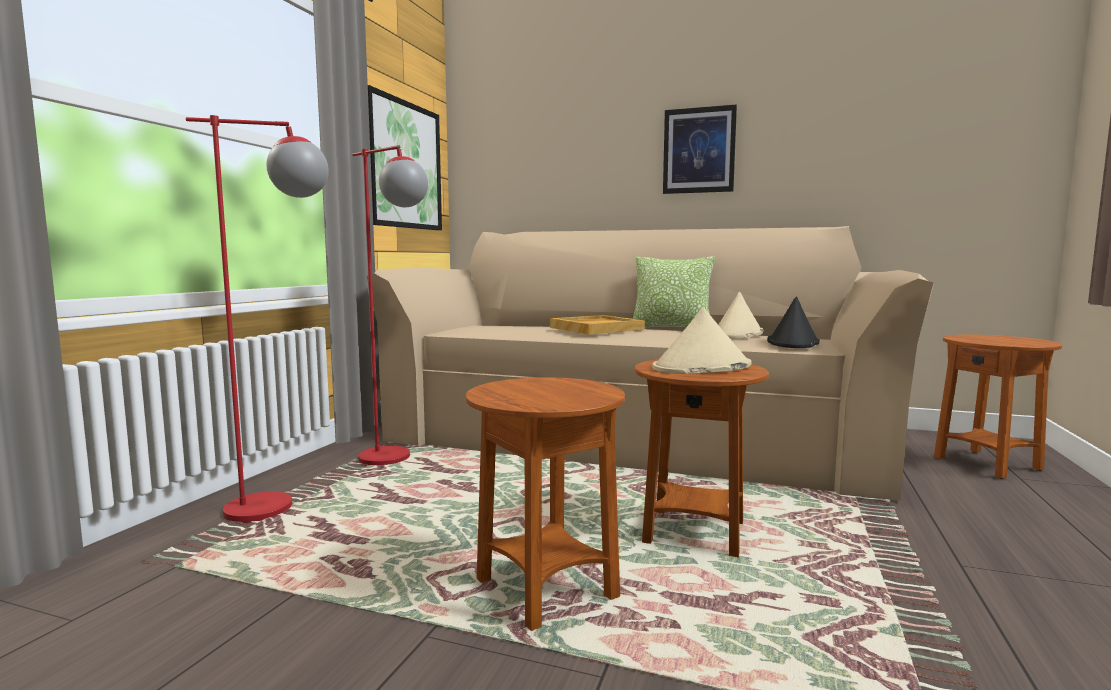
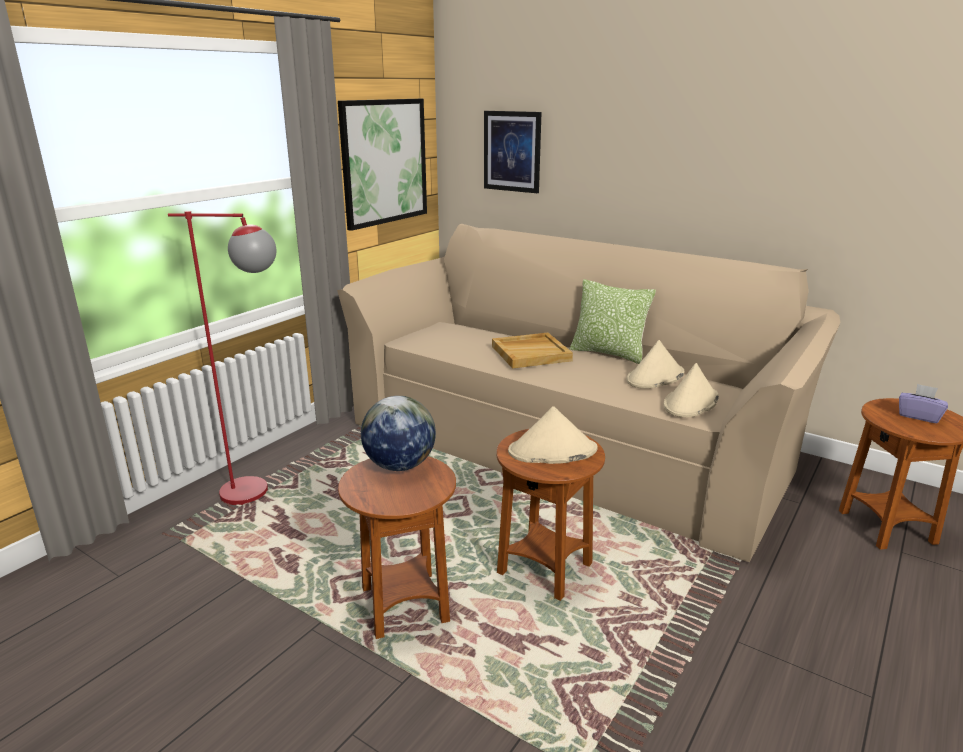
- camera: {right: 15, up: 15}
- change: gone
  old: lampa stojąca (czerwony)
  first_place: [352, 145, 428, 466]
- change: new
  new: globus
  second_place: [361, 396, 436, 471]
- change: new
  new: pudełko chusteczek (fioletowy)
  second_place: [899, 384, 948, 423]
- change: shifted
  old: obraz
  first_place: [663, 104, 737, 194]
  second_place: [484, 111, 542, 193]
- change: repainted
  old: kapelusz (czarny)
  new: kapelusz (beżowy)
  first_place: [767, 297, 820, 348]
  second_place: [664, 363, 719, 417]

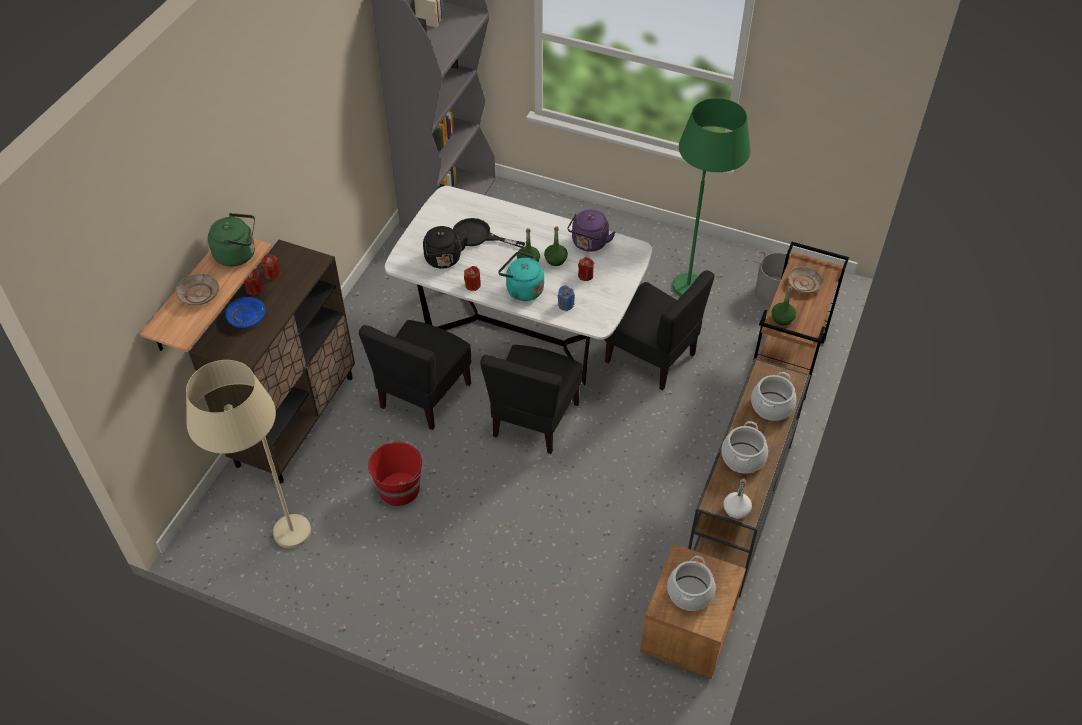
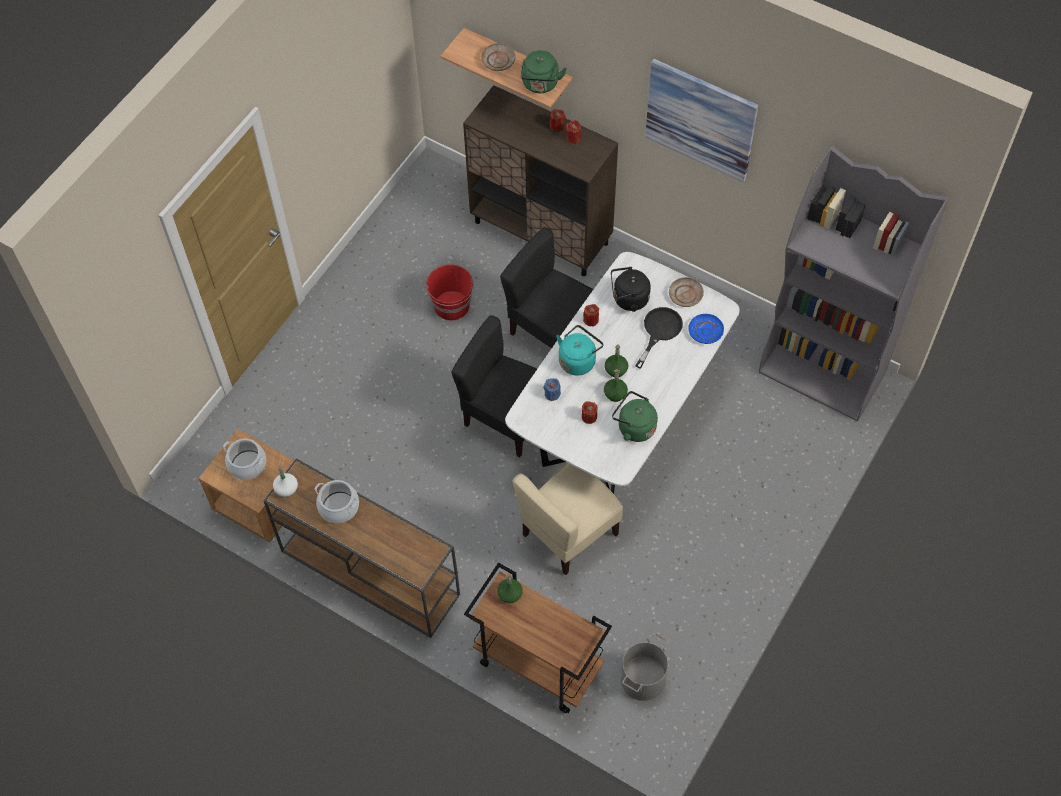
- camera: {right: 100, up: 10}
- change: gone
  old: lampa stojąca (beżowy)
  first_place: [186, 360, 311, 548]
- change: gone
  old: lampa stojąca (zielony)
  first_place: [673, 98, 751, 296]
- change: gone
  old: garnek
  first_place: [751, 372, 796, 421]
- change: new
  new: obraz
  second_place: [645, 59, 759, 183]
- change: shifted
  old: talerz (niebieski)
  first_place: [225, 297, 265, 328]
  second_place: [688, 314, 724, 344]
- change: shifted
  old: talerz (beżowy)
  first_place: [787, 267, 823, 294]
  second_place: [669, 277, 704, 307]
- change: repainted
  old: czajnik (fioletowy)
  new: czajnik (zielony)
  first_place: [567, 210, 616, 252]
  second_place: [612, 391, 658, 442]
- change: repainted
  old: krzesło (czarny)
  new: krzesło (beżowy)
  first_place: [605, 270, 715, 391]
  second_place: [512, 463, 623, 575]

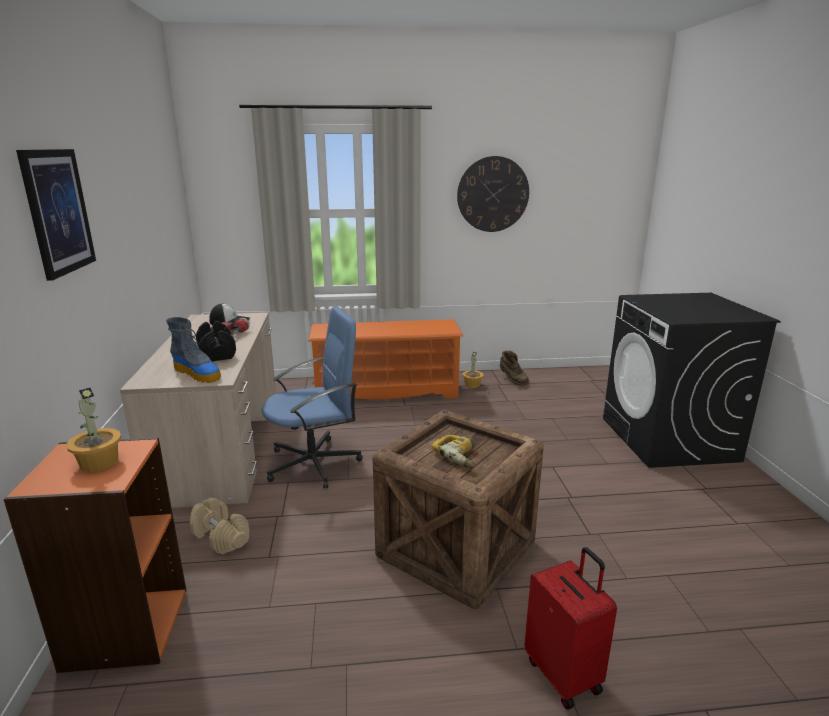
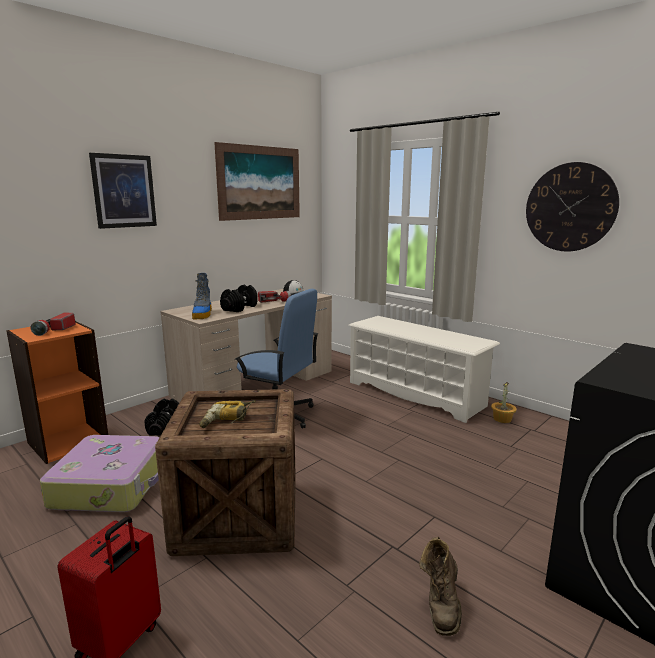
- camera: {right: 50, up: -5}
- change: new
  new: walizka
  second_place: [40, 435, 160, 512]
- change: new
  new: obraz
  second_place: [214, 142, 300, 221]
- change: shifted
  old: but z cholewką (brązowy)
  first_place: [500, 350, 530, 386]
  second_place: [419, 537, 462, 636]
- change: swapped
  old: roślina doniczkowa
  new: latarka
  first_place: [66, 388, 122, 472]
  second_place: [31, 312, 76, 336]
- change: repainted
  old: hantel (beżowy)
  new: hantel (czarny)
  first_place: [190, 498, 249, 554]
  second_place: [144, 399, 179, 436]
- change: repainted
  old: regał na buty (pomarańczowy)
  new: regał na buty (biały)
  first_place: [308, 319, 464, 399]
  second_place: [349, 316, 500, 423]

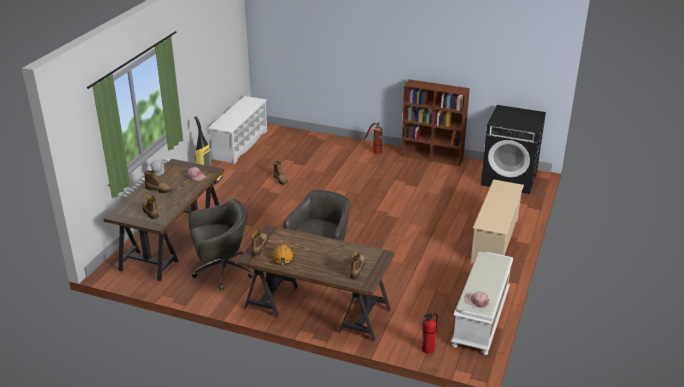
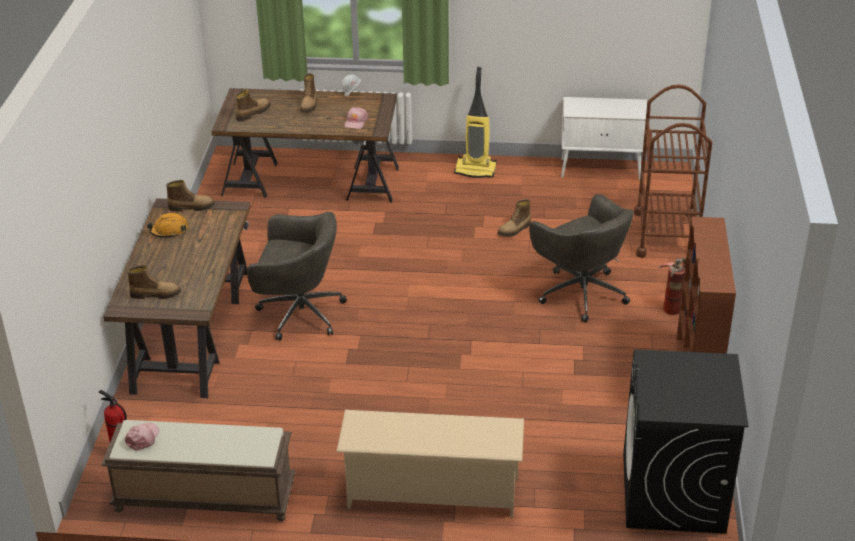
- camera: {right: 75, up: 5}
- change: new
  new: wózek (brązowy)
  second_place: [634, 85, 712, 258]
- change: shifted
  old: krzesło biurowe (szary)
  first_place: [189, 199, 253, 291]
  second_place: [529, 194, 634, 323]
- change: swapped
  old: regał na buty (biały)
  new: szafka (biały)
  first_place: [207, 96, 267, 164]
  second_place: [561, 97, 647, 181]
- change: repainted
  old: ławka (biały)
  new: ławka (brązowy)
  first_place: [451, 252, 513, 355]
  second_place: [101, 420, 295, 521]

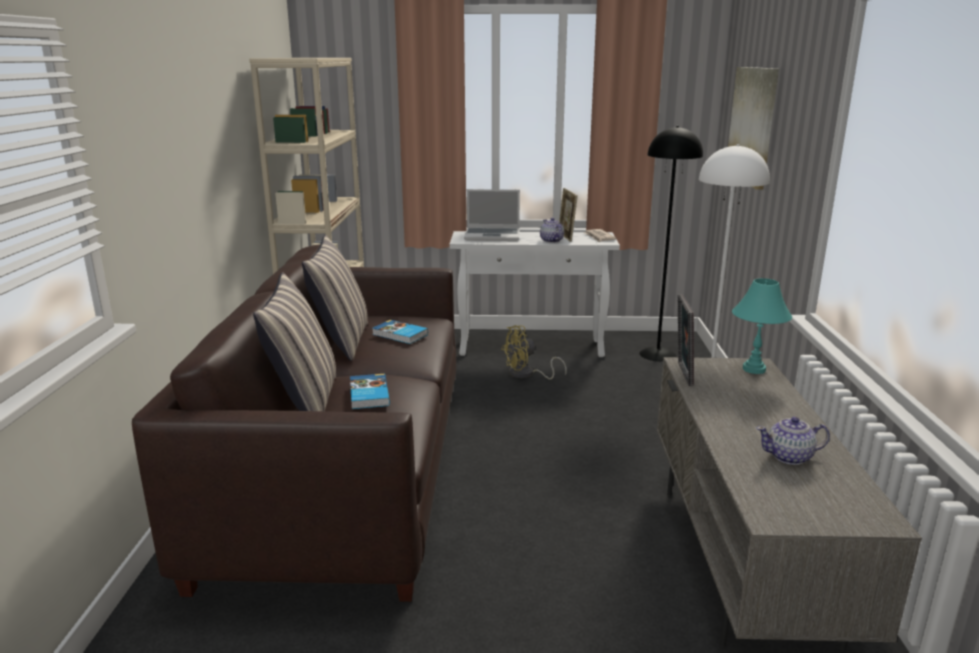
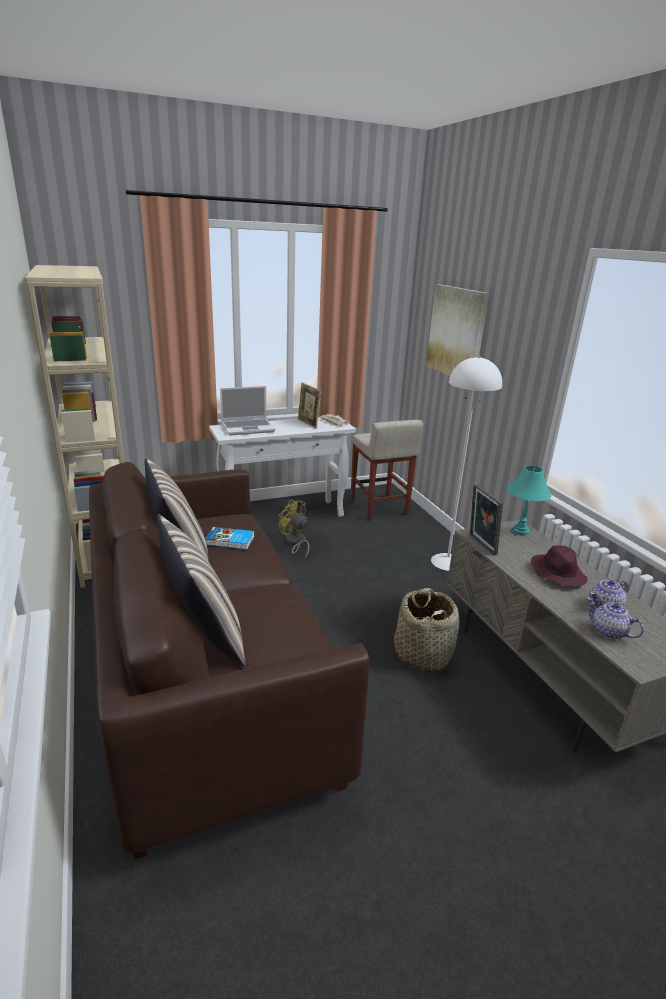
- camera: {right: -25, up: 5}
- change: gone
  old: książka
  first_place: [350, 374, 390, 409]
- change: new
  new: koszyk
  second_place: [394, 588, 459, 672]
- change: new
  new: kapelusz (fioletowy)
  second_place: [531, 545, 588, 586]
- change: shifted
  old: imbryk
  first_place: [540, 218, 564, 243]
  second_place: [586, 597, 644, 639]
- change: swapped
  old: lampa stojąca (czarny)
  new: stołek (beżowy)
  first_place: [639, 126, 703, 362]
  second_place: [350, 420, 423, 520]
- change: rotated
  old: wentylator (żółty)
  first_place: [501, 325, 567, 379]
  second_place: [279, 499, 309, 559]
  degrees: 90

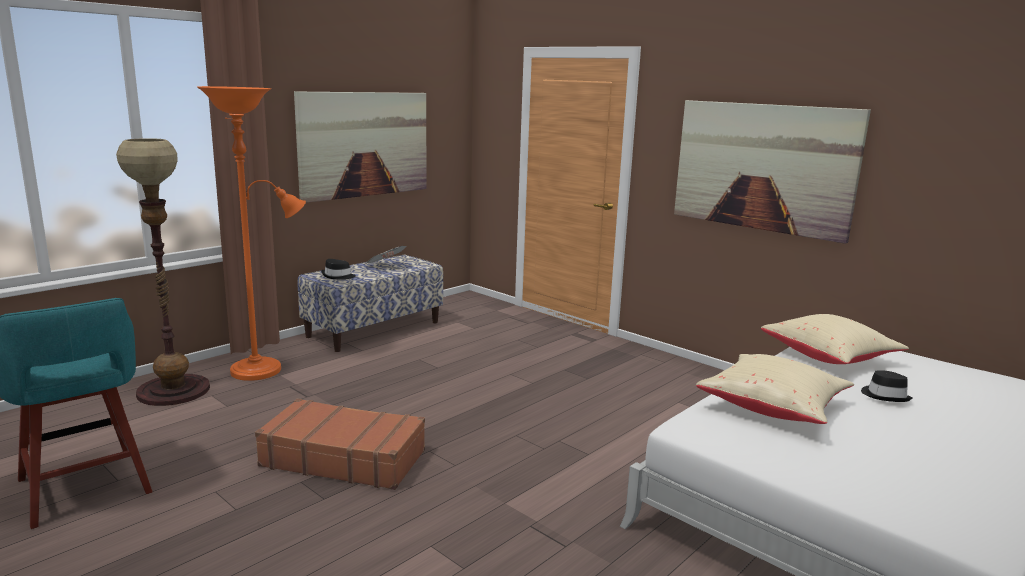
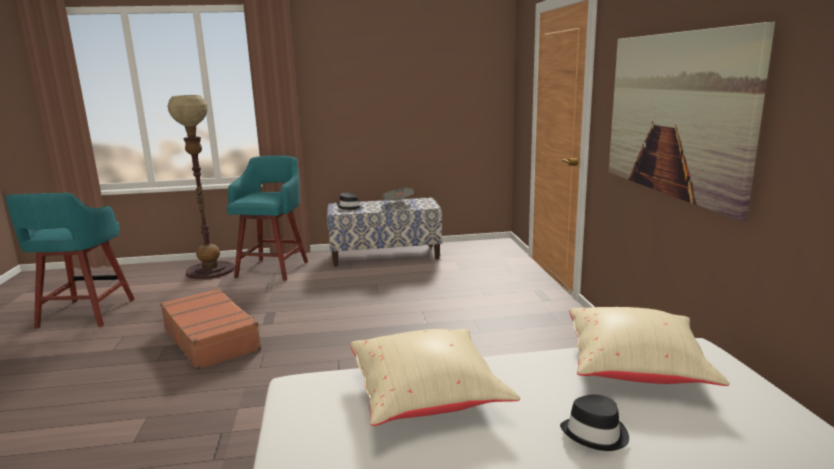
- camera: {right: 40, up: 0}
- change: gone
  old: obraz
  first_place: [294, 91, 426, 203]
- change: swapped
  old: lampa stojąca (pomarańczowy)
  new: stołek (turkusowy)
  first_place: [197, 86, 306, 381]
  second_place: [227, 155, 308, 281]

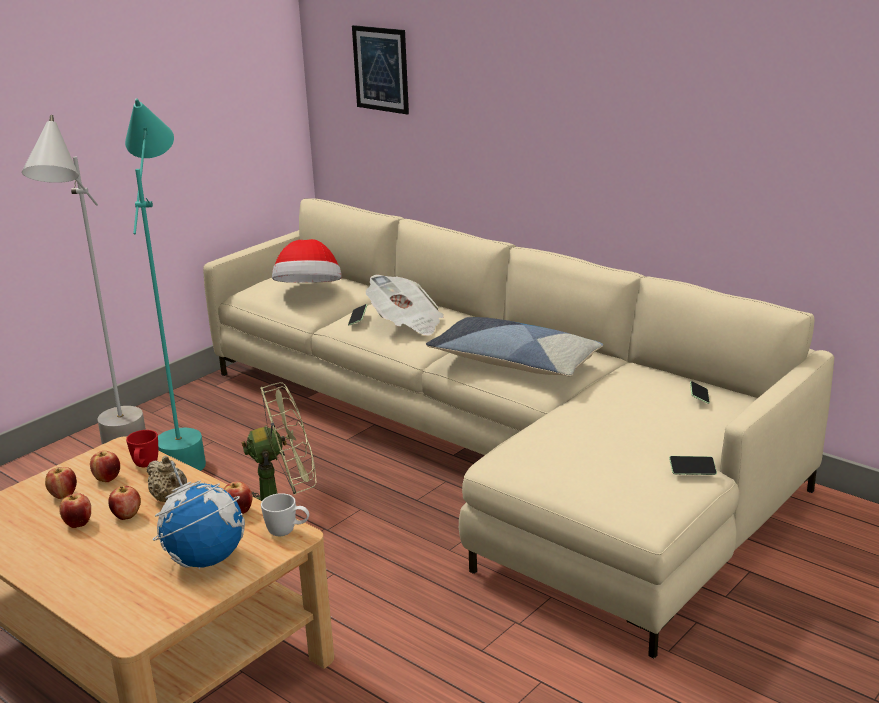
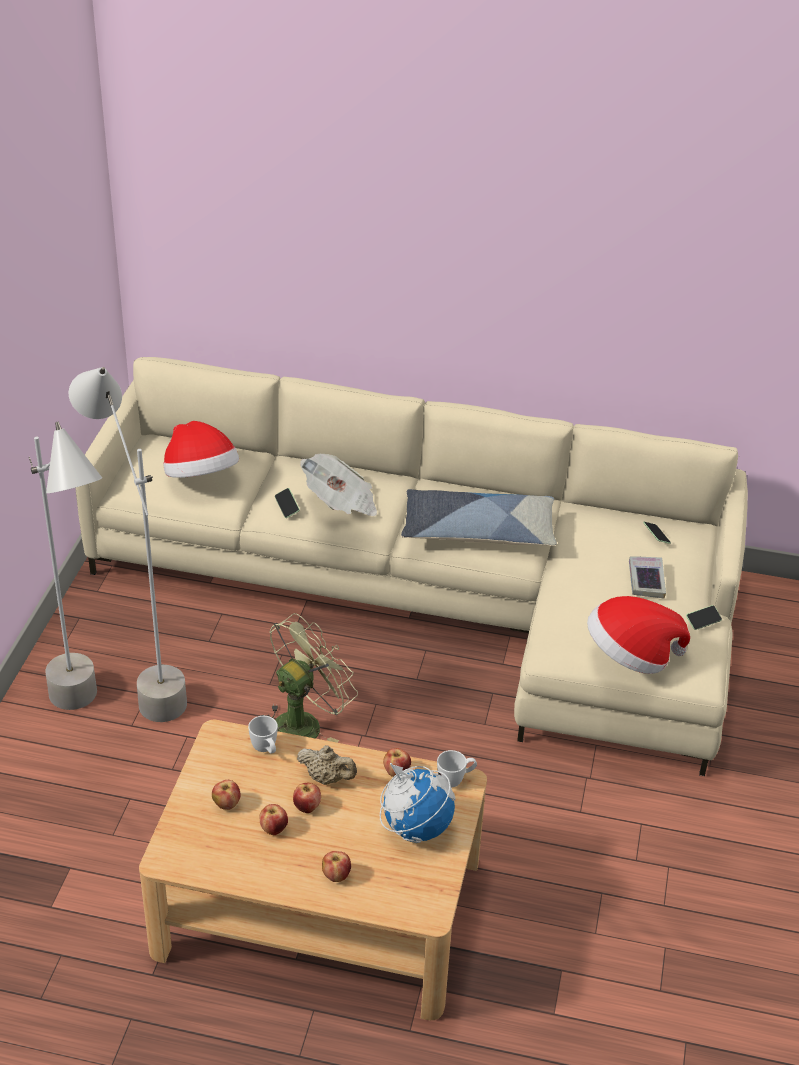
- camera: {right: -30, up: 15}
- change: gone
  old: obraz
  first_place: [352, 25, 409, 115]
- change: new
  new: kapelusz
  second_place: [587, 596, 690, 674]
- change: new
  new: książka
  second_place: [629, 556, 666, 598]
- change: shifted
  old: jabłko
  first_place: [90, 451, 120, 482]
  second_place: [322, 851, 351, 882]
- change: repainted
  old: lampa stojąca (turkusowy)
  new: lampa stojąca (szary)
  first_place: [125, 99, 206, 471]
  second_place: [69, 367, 187, 722]
- change: repainted
  old: kubek (czerwony)
  new: kubek (biały)
  first_place: [126, 430, 158, 467]
  second_place: [248, 716, 278, 754]

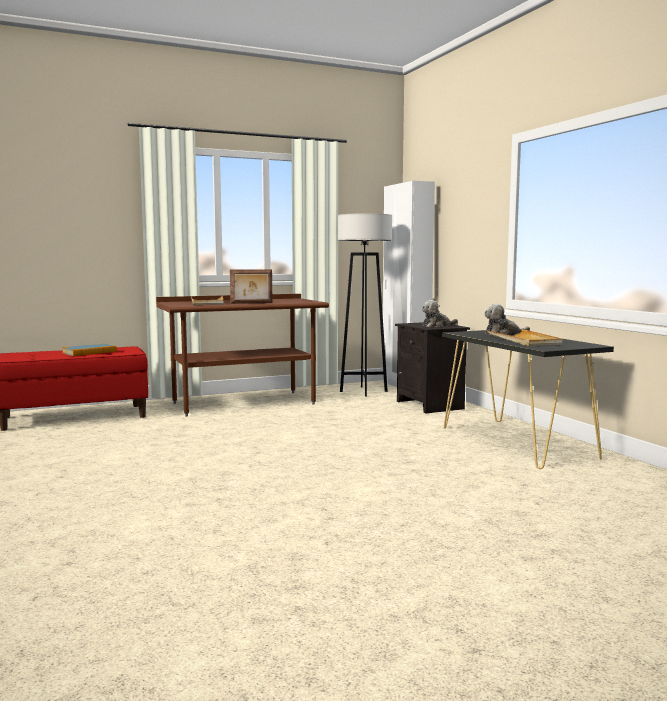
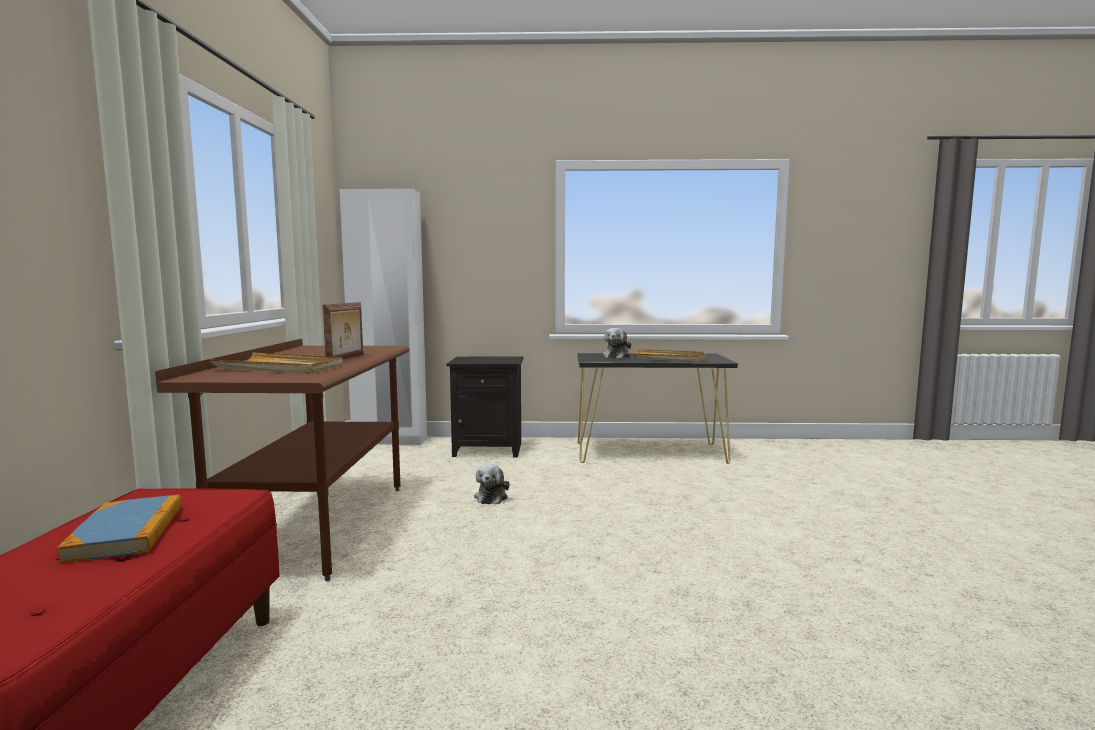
- camera: {right: -65, up: 0}
- change: gone
  old: lampa stojąca (szary)
  first_place: [338, 213, 392, 397]
- change: shifted
  old: pluszak
  first_place: [422, 300, 458, 327]
  second_place: [474, 464, 509, 504]

